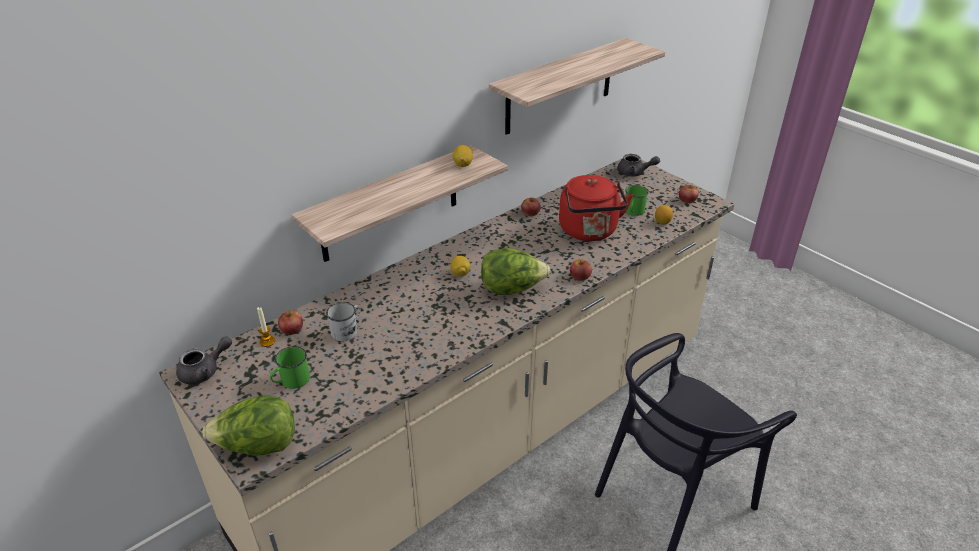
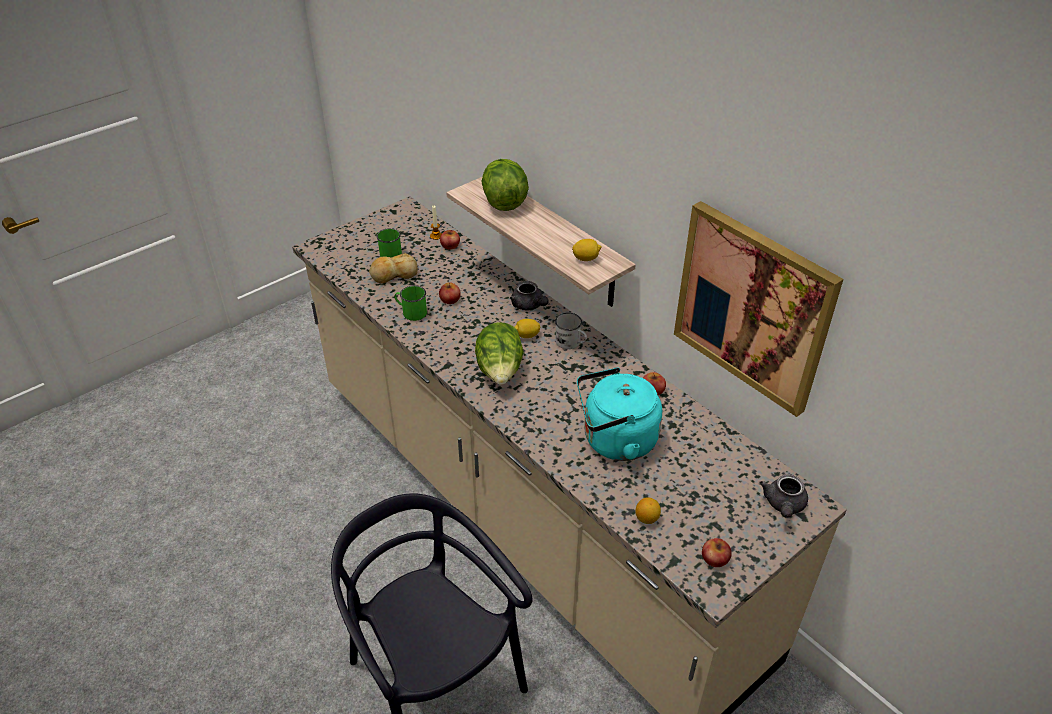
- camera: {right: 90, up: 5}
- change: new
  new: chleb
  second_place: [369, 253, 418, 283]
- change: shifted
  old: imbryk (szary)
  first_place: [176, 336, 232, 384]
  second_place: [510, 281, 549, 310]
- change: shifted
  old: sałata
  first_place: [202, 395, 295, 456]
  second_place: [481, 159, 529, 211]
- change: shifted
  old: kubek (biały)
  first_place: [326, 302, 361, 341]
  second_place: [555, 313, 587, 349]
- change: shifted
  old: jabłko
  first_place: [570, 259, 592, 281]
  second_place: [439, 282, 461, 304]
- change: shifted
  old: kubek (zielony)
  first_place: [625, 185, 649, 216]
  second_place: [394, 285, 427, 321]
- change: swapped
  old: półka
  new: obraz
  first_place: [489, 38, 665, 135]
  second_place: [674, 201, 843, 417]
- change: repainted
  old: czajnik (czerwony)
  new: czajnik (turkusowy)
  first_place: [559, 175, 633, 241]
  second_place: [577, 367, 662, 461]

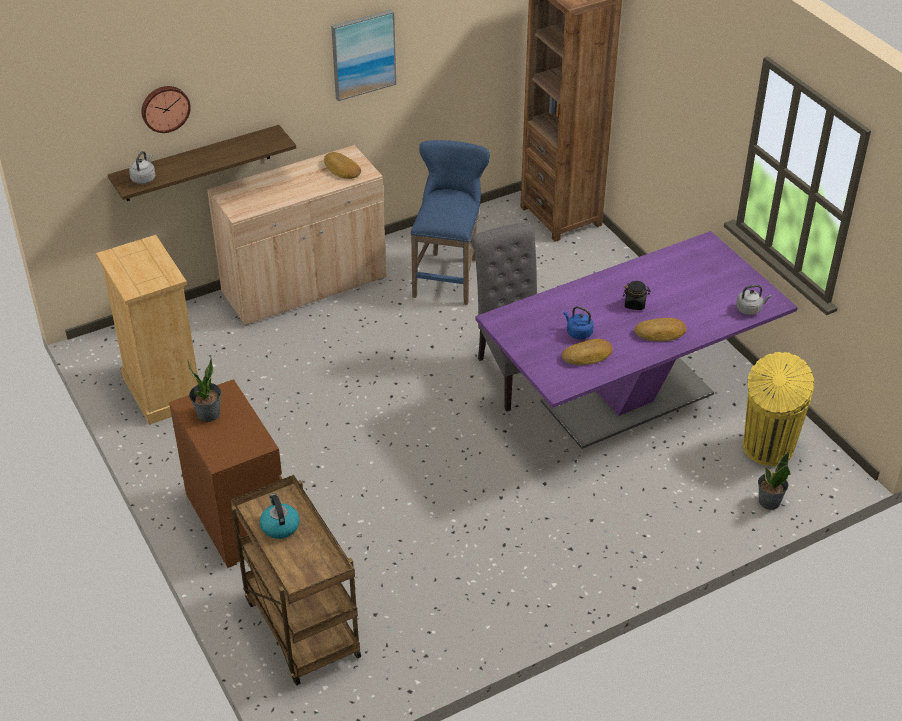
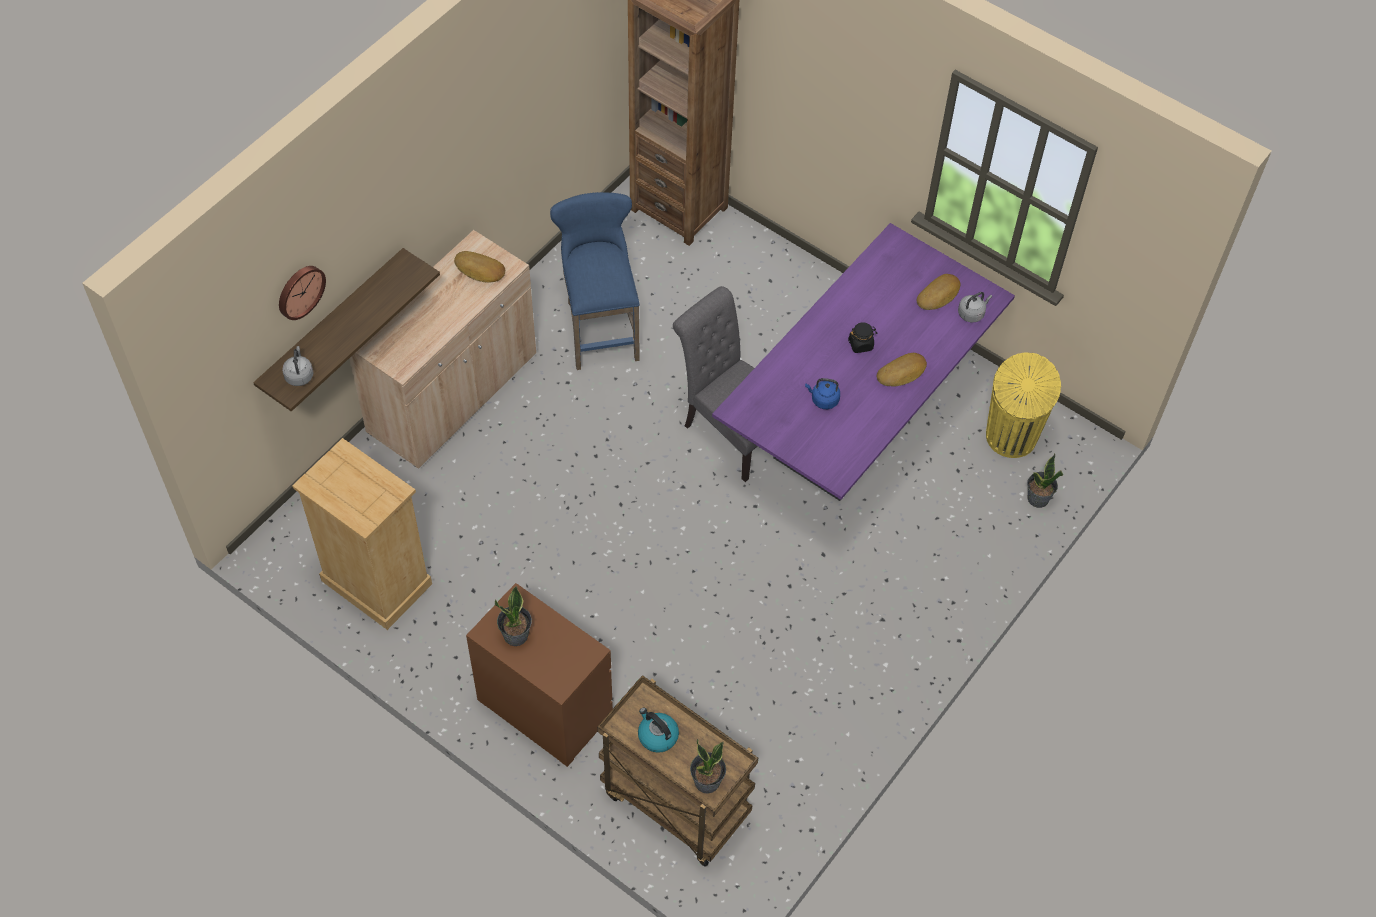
- camera: {right: -25, up: 15}
- change: gone
  old: obraz
  first_place: [331, 10, 396, 101]
- change: new
  new: roślina doniczkowa
  second_place: [690, 739, 726, 794]
- change: shifted
  old: chleb
  first_place: [562, 339, 613, 365]
  second_place: [917, 274, 961, 310]

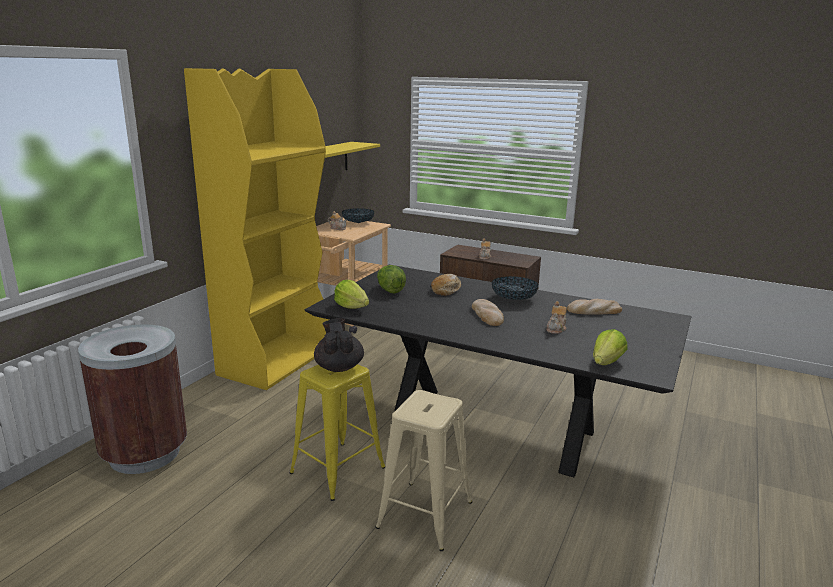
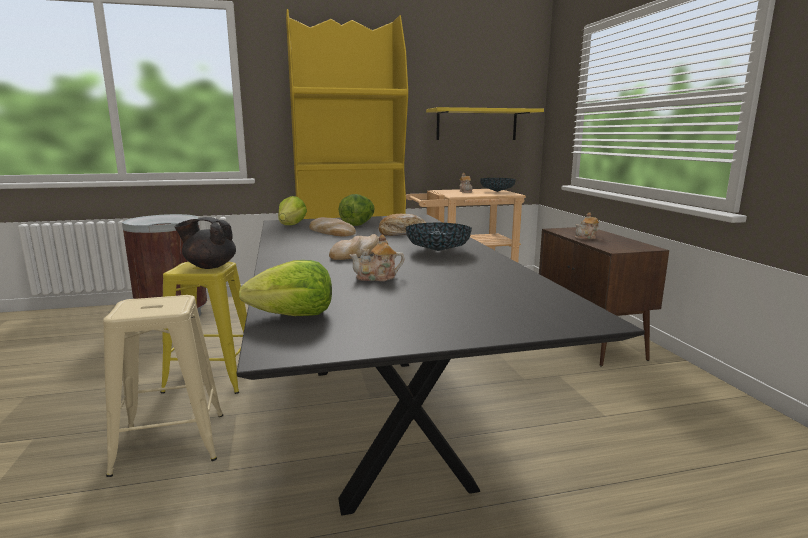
- camera: {right: 50, up: -5}
- change: shifted
  old: chleb
  first_place: [567, 299, 622, 314]
  second_place: [309, 217, 356, 237]
- change: rotated
  old: imbryk (czarny)
  first_place: [314, 318, 364, 372]
  second_place: [174, 217, 236, 269]
  degrees: -120

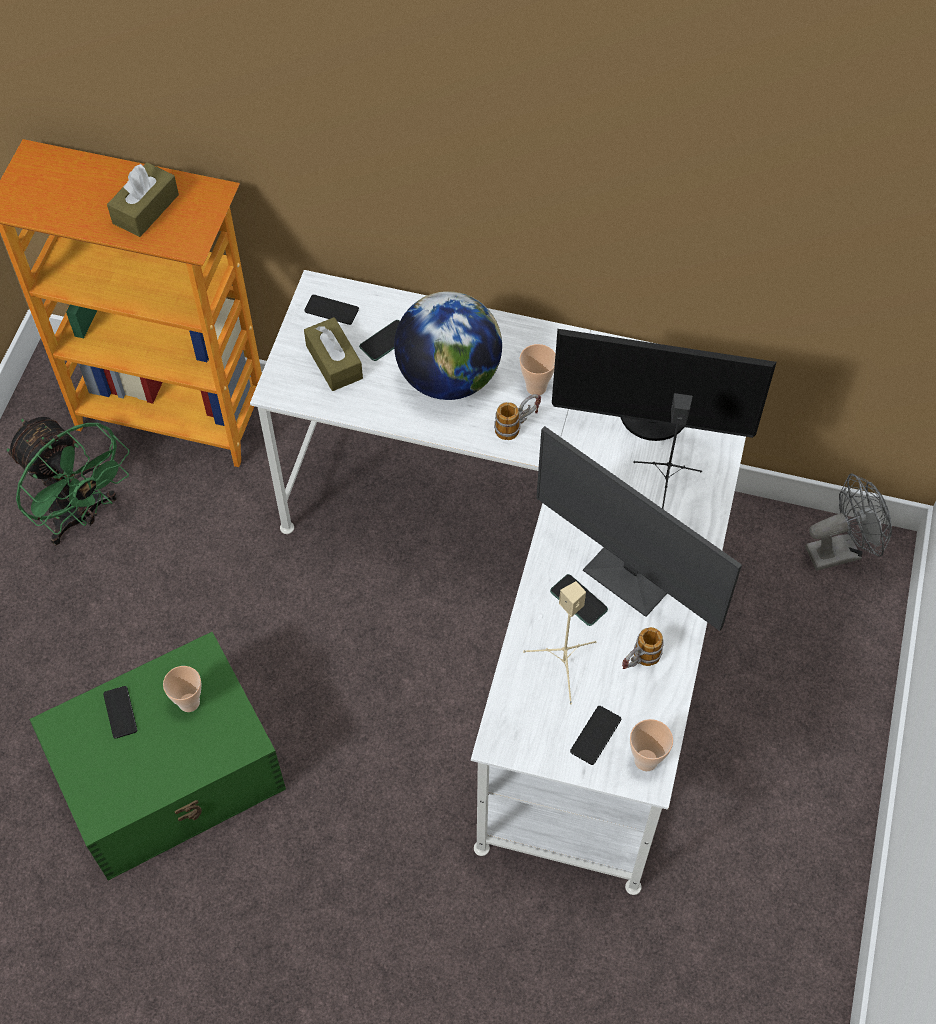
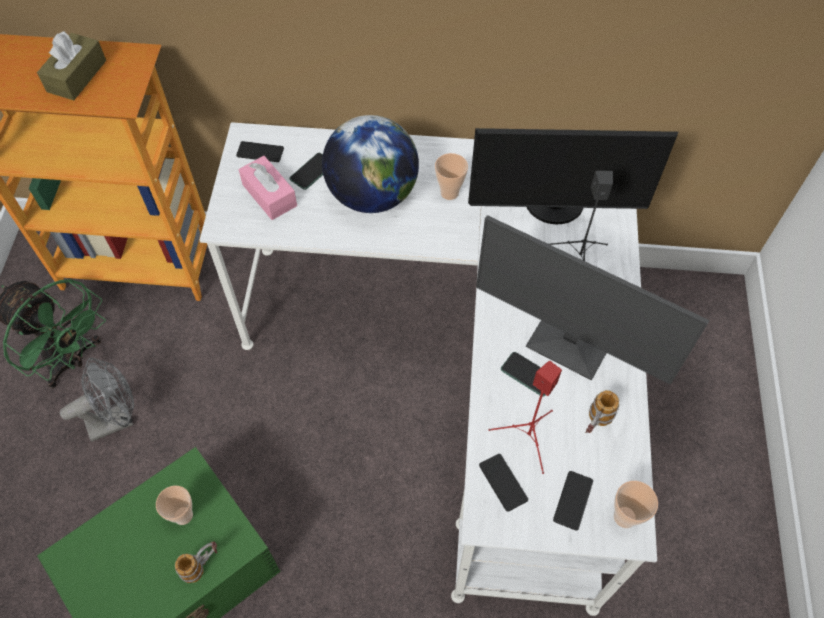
- camera: {right: -10, up: 0}
- change: shifted
  old: telefon
  first_place: [103, 686, 137, 739]
  second_place: [479, 454, 528, 512]
- change: shifted
  old: kubek
  first_place: [494, 394, 541, 440]
  second_place: [175, 541, 217, 583]
- change: shifted
  old: wentylator (szary)
  first_place: [805, 473, 892, 571]
  second_place: [60, 358, 134, 442]
- change: repainted
  old: pudełko chusteczek (brązowy)
  new: pudełko chusteczek (różowy)
  first_place: [304, 317, 363, 391]
  second_place: [239, 156, 297, 220]
- change: repainted
  old: głośnik (beżowy)
  new: głośnik (czerwony)
  first_place: [523, 581, 596, 705]
  second_place: [489, 361, 562, 474]

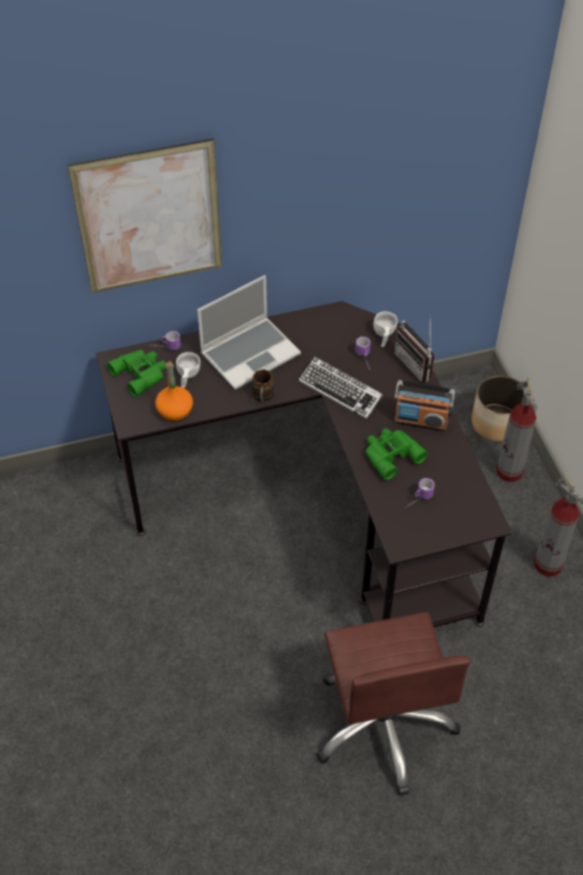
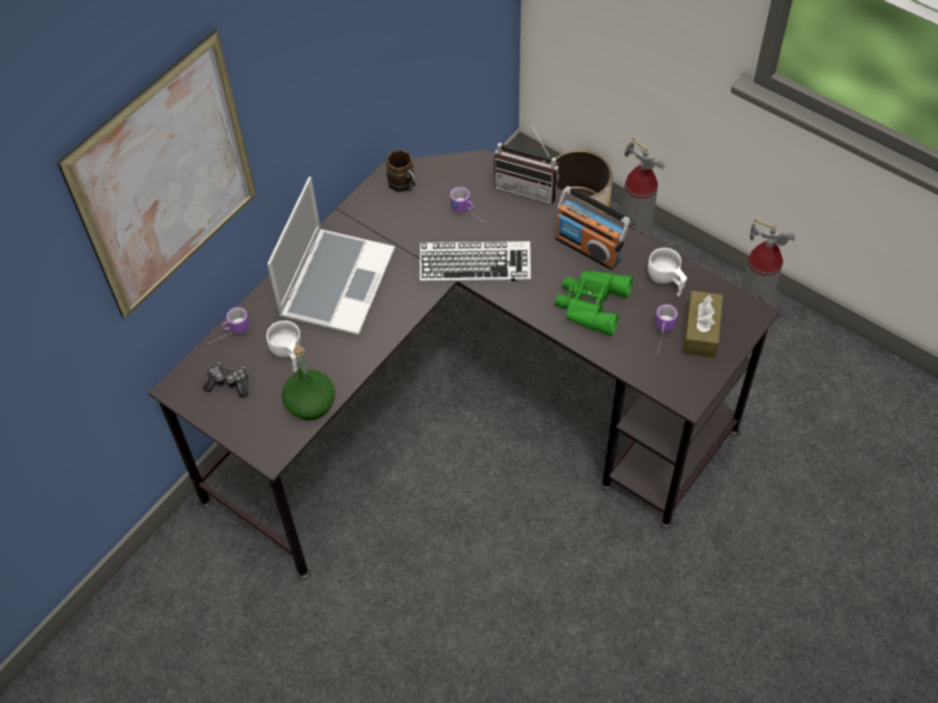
- camera: {right: -35, up: 5}
- change: gone
  old: krzesło biurowe (brązowy)
  first_place: [317, 612, 471, 796]
- change: new
  new: pudełko chusteczek (brązowy)
  second_place: [683, 291, 723, 358]
- change: shifted
  old: kubek (brązowy)
  first_place: [252, 369, 274, 403]
  second_place: [386, 150, 416, 192]
- change: shifted
  old: filiżanka (biały)
  first_place: [374, 312, 398, 347]
  second_place: [648, 248, 687, 297]
- change: swapped
  old: lornetka (zielony)
  new: pad do gier
  first_place: [107, 350, 166, 397]
  second_place: [203, 363, 248, 398]
- change: repainted
  old: butelka (pomarańczowy)
  new: butelka (zielony)
  first_place: [155, 361, 193, 422]
  second_place: [282, 345, 335, 420]
- change: rotated
  old: radio
  first_place: [394, 380, 455, 432]
  second_place: [555, 186, 630, 270]
  degrees: 60

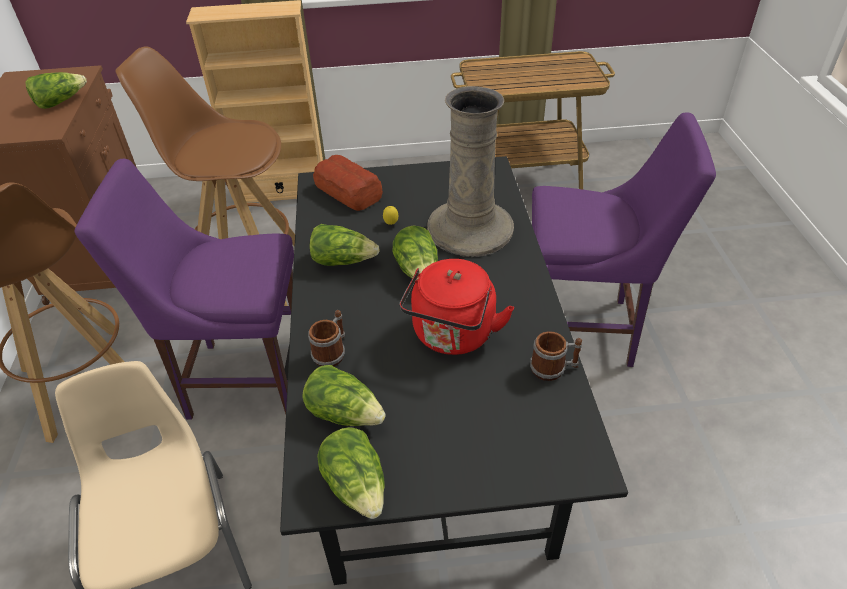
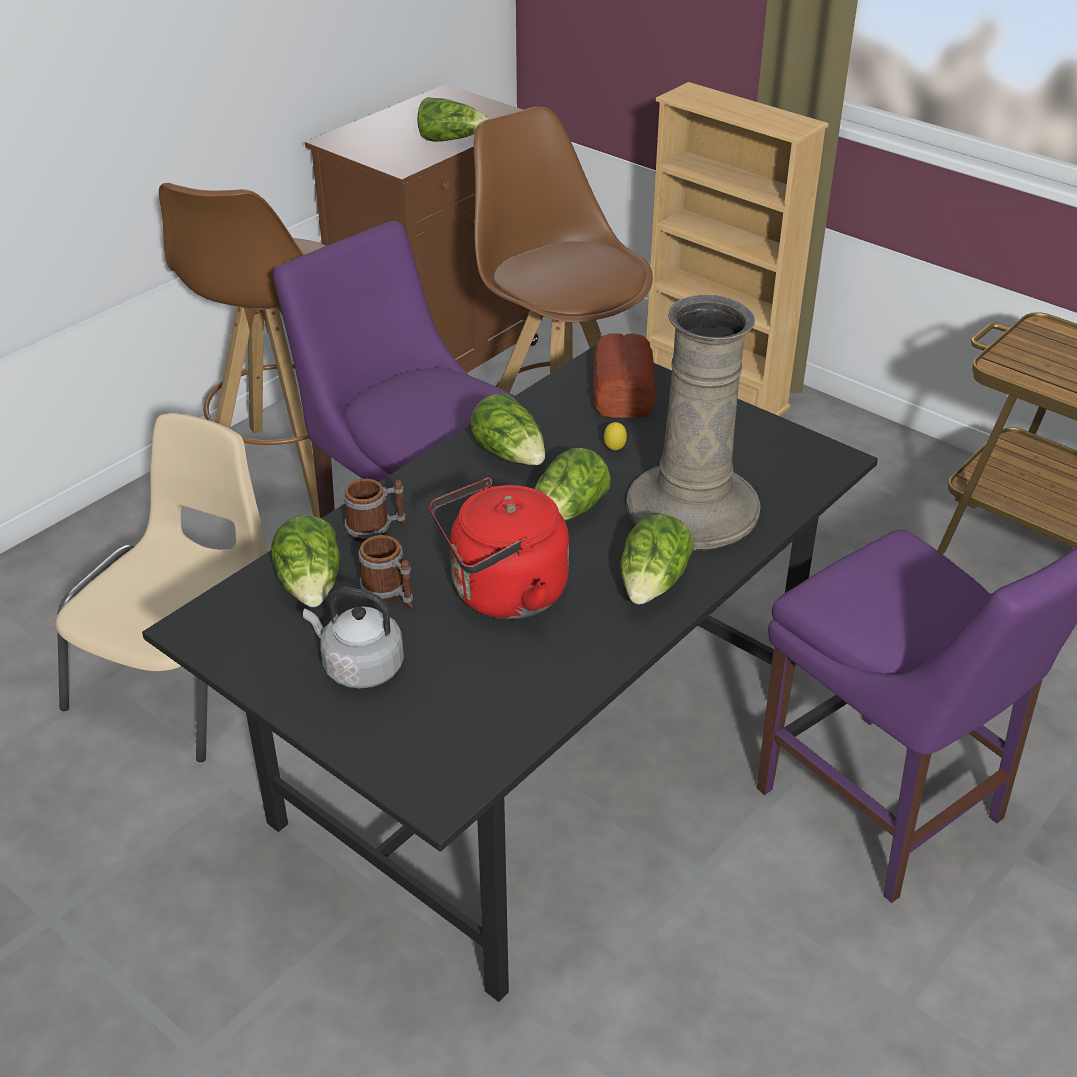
- camera: {right: 45, up: -5}
- change: new
  new: czajnik (szary)
  second_place: [303, 587, 404, 688]
- change: shifted
  old: sałata
  first_place: [317, 427, 384, 519]
  second_place: [620, 514, 694, 605]
- change: shifted
  old: kubek
  first_place: [530, 331, 582, 381]
  second_place: [358, 535, 413, 608]

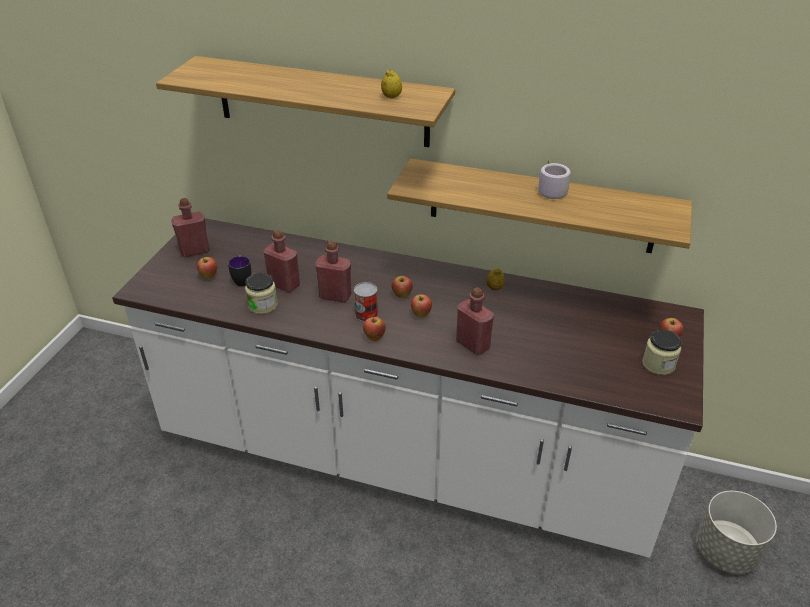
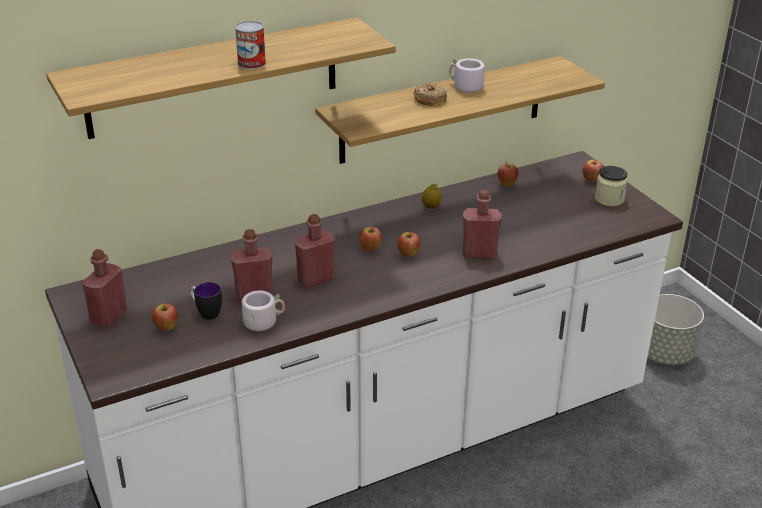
- camera: {right: -45, up: -5}
- change: gone
  old: cytryna
  first_place: [381, 70, 402, 98]
- change: new
  new: donut
  second_place: [413, 82, 447, 106]
- change: shifted
  old: puszka
  first_place: [354, 282, 378, 322]
  second_place: [235, 21, 266, 69]
- change: shifted
  old: jabłko
  first_place: [363, 315, 386, 341]
  second_place: [497, 161, 518, 186]
- change: swapped
  old: słoik
  new: kubek (szary)
  first_place: [245, 273, 278, 314]
  second_place: [239, 290, 285, 331]

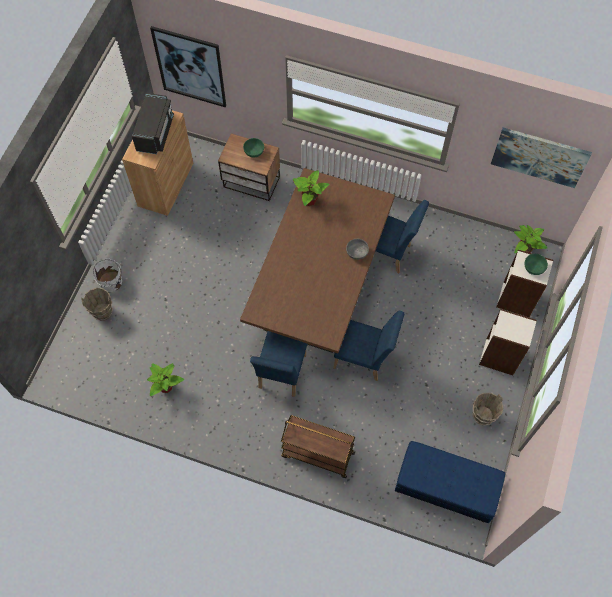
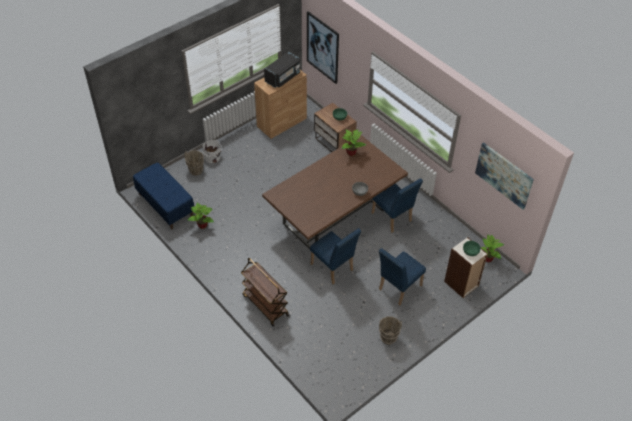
- camera: {right: 30, up: -15}
- change: gone
  old: regał
  first_place: [479, 309, 537, 375]
- change: shifted
  old: krzesło (niebieski)
  first_place: [250, 331, 307, 397]
  second_place: [379, 248, 426, 306]
- change: shifted
  old: ławka (niebieski)
  first_place: [395, 441, 505, 523]
  second_place: [133, 162, 194, 229]

